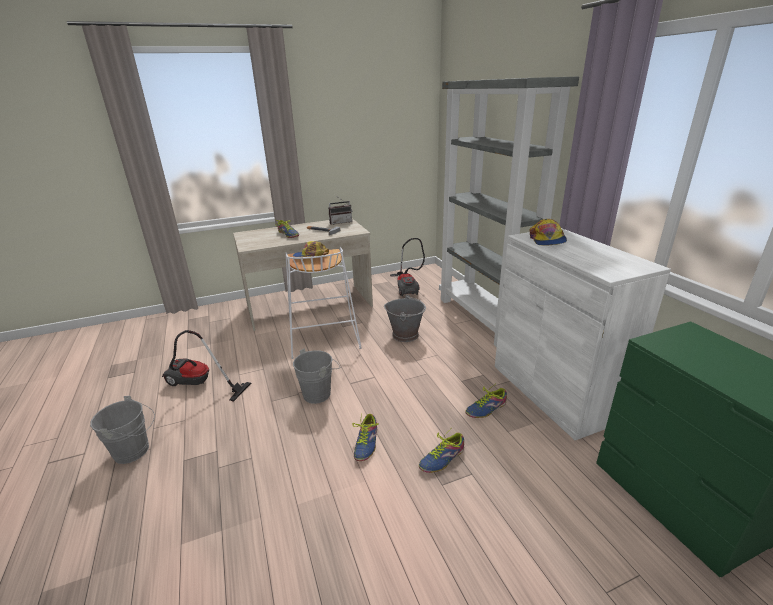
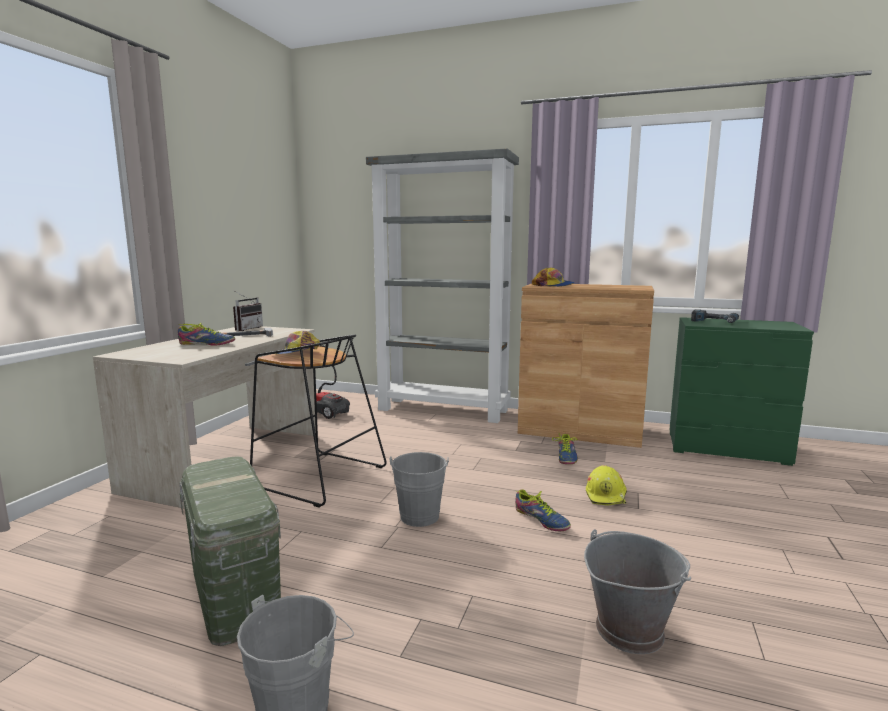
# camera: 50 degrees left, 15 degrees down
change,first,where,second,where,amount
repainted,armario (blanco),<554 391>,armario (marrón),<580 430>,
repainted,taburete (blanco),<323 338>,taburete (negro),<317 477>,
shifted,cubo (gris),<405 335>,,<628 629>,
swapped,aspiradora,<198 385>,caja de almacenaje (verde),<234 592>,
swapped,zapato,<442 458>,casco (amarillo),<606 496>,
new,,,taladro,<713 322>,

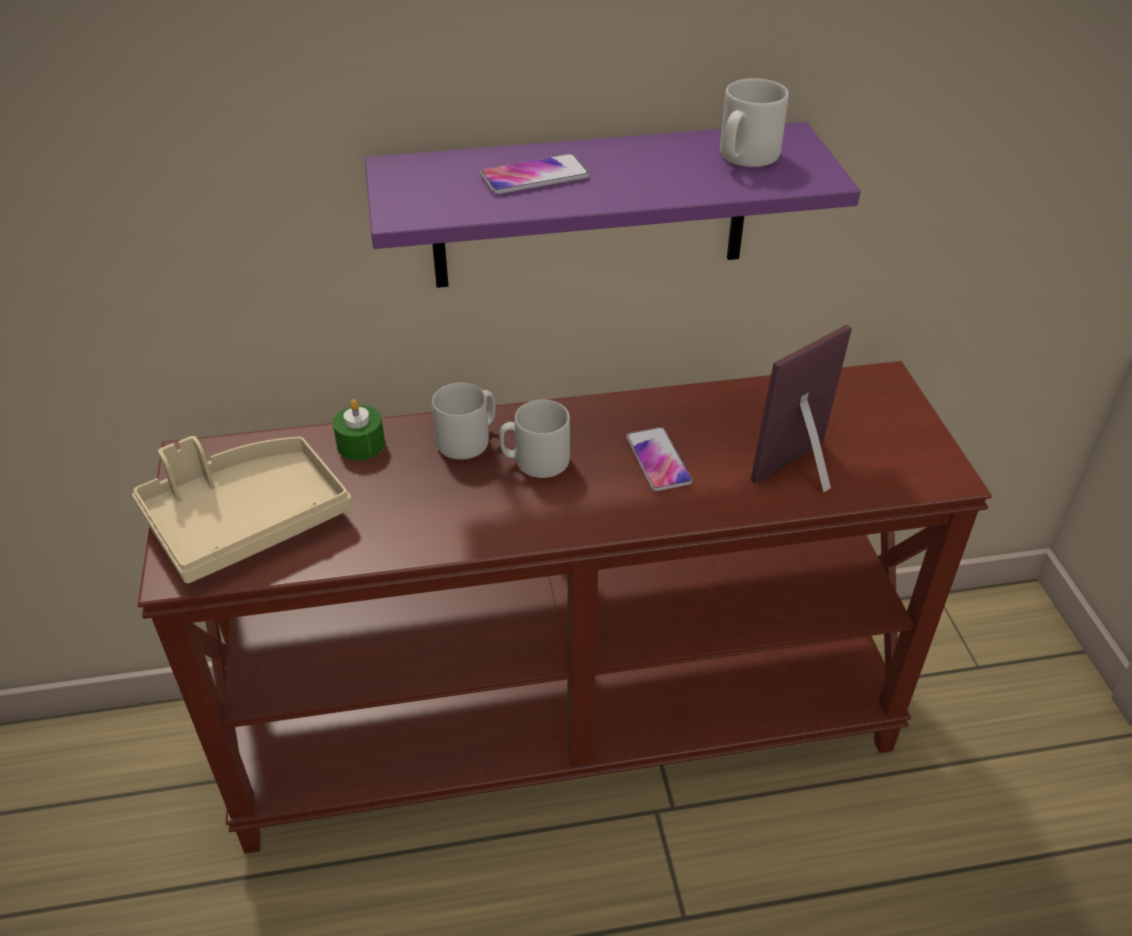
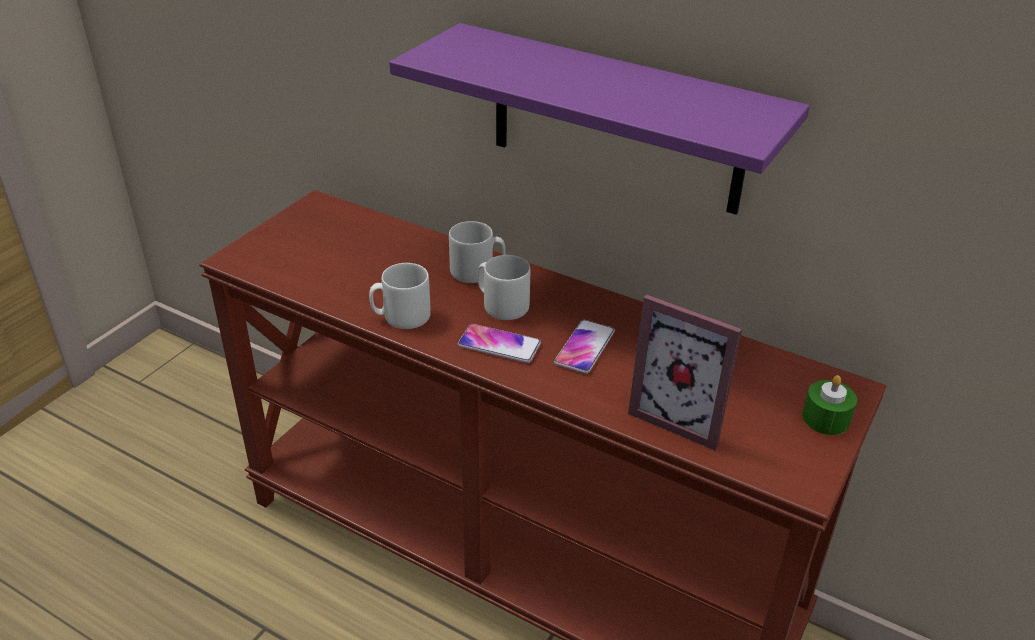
# camera: 40 degrees right, 5 degrees down
change,first,where,second,where,amount
shifted,taza grande (gris),<745 157>,,<401 317>,
shifted,móvil,<534 176>,,<499 344>,
rotated,portarretratos,<806 475>,,<682 416>,150 degrees counterclockwise
shifted,vela (verde),<361 444>,,<826 418>,
gone,bandeja (beis),<246 520>,,,

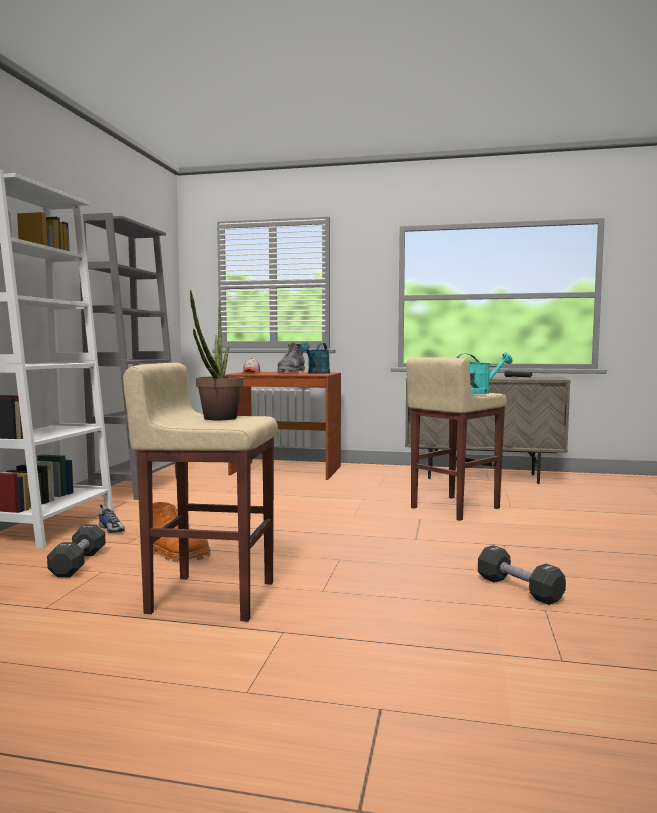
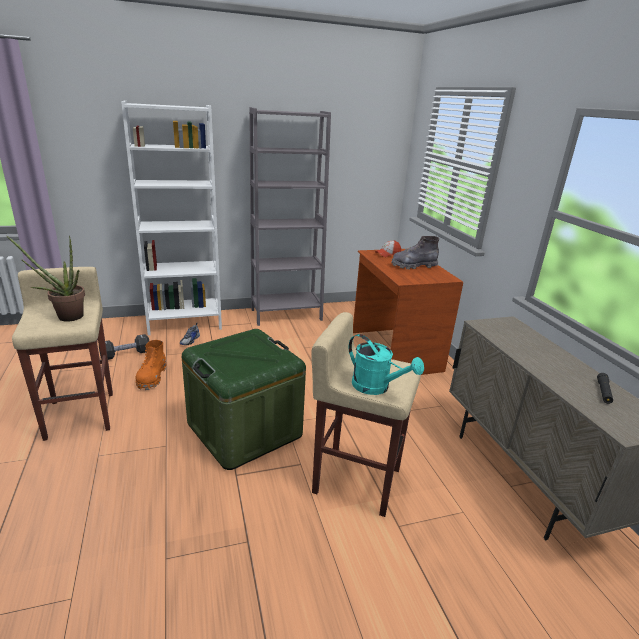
# camera: 60 degrees right, 20 degrees up
change,first,where,second,where,amount
gone,regadera (turquesa),<317 373>,,,
gone,mancuerna (negro),<519 589>,,,
new,,,caja de almacenaje (verde),<244 429>,

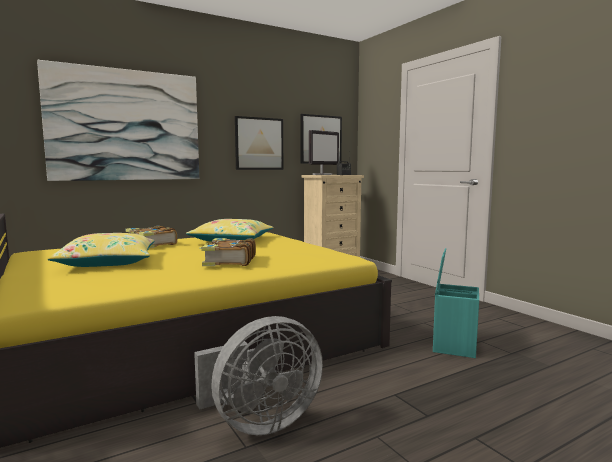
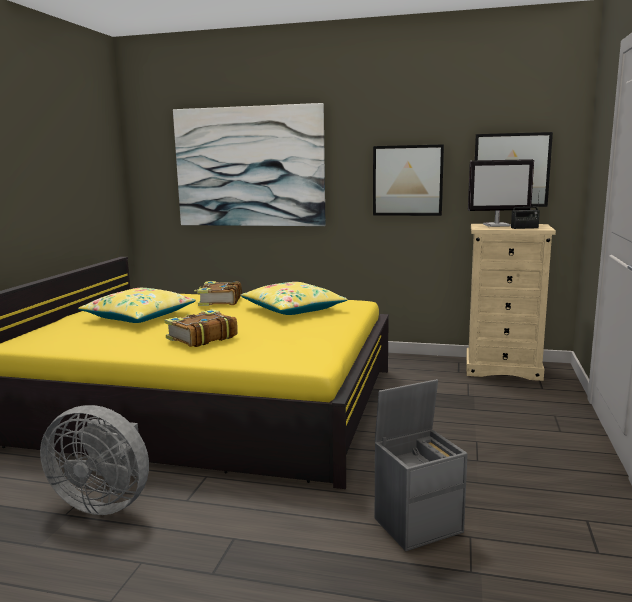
# camera: 45 degrees right, 5 degrees up
change,first,where,second,where,amount
repainted,caja de almacenaje (turquesa),<453 345>,caja de almacenaje (gris),<418 524>,

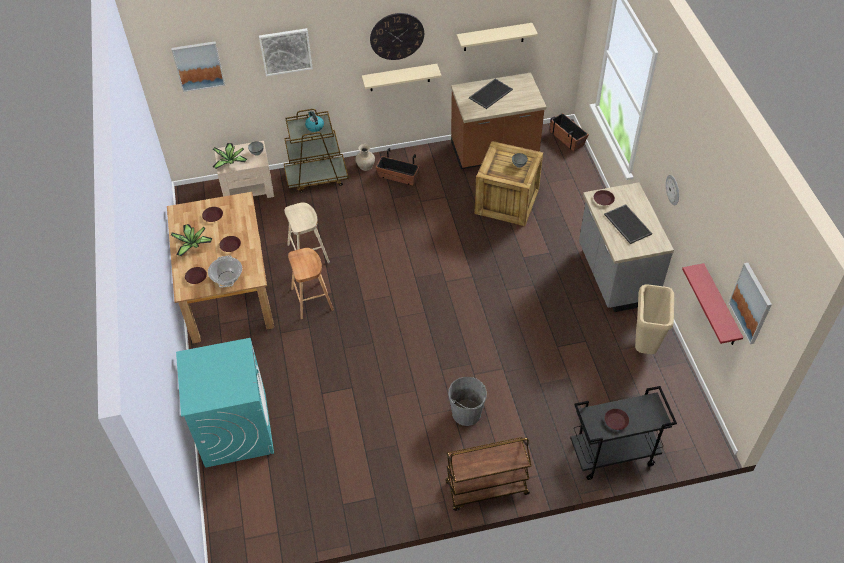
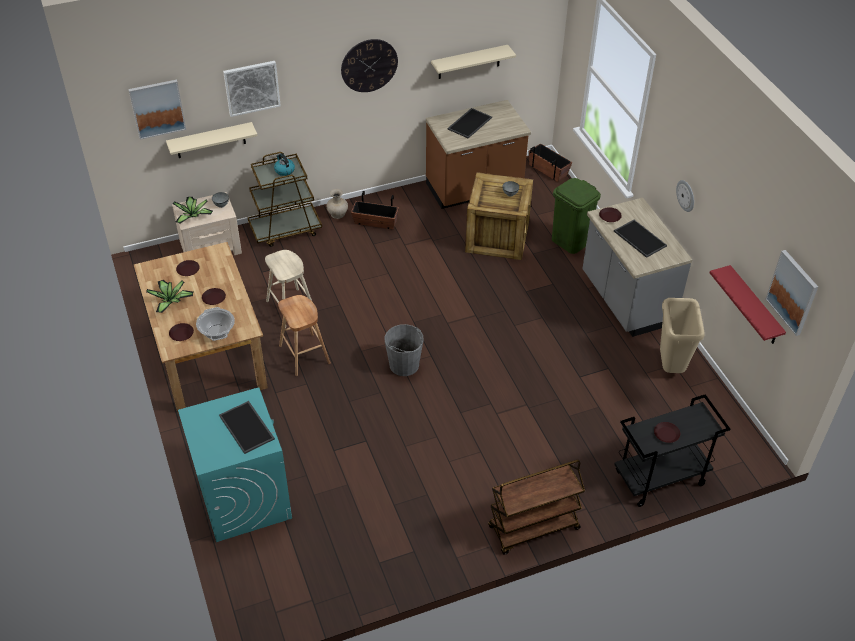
# camera: 10 degrees left, 5 degrees down
change,first,where,second,where,amount
shifted,estante (beis),<399 77>,,<210 140>,
shifted,cubo (gris),<466 413>,,<404 365>,
new,,,papelera (verde),<571 241>,
new,,,bandeja,<247 427>,

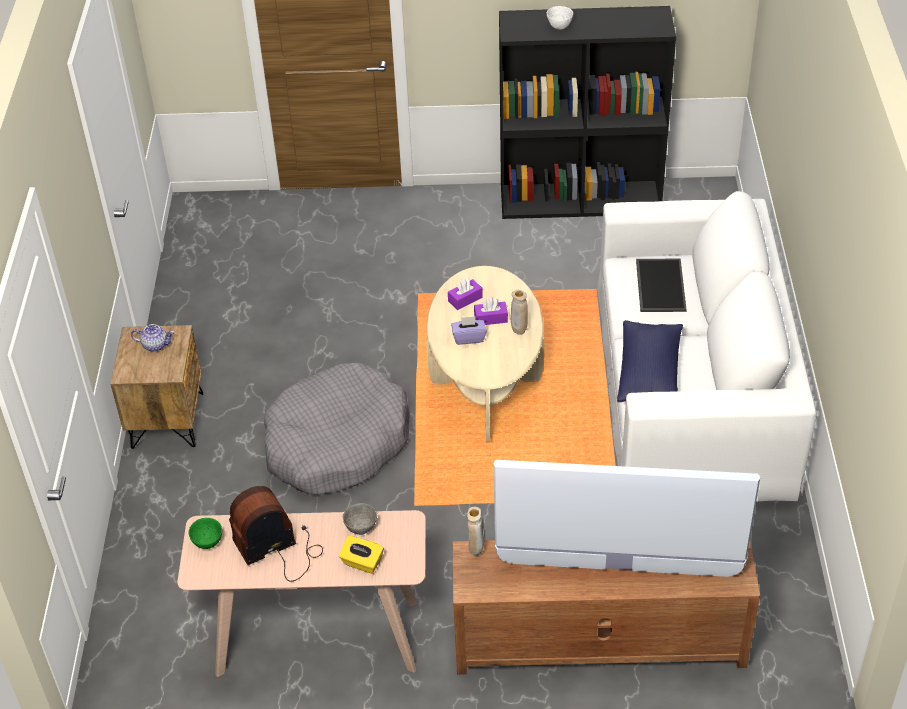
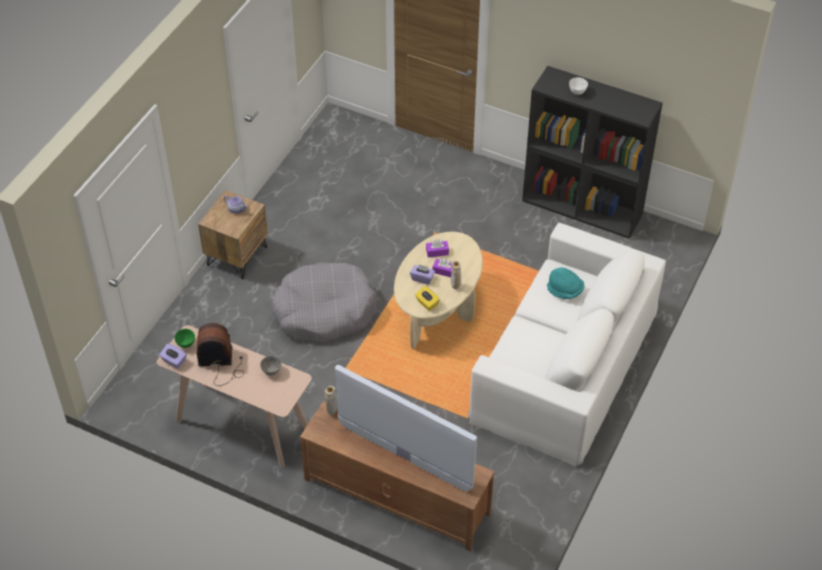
# camera: 25 degrees right, 5 degrees up
change,first,where,second,where,amount
swapped,bandeja,<659 285>,sombrero (turquesa),<565 291>,
gone,cojín (azul),<649 374>,,,
shifted,caja de pañuelos (amarillo),<362 562>,,<427 303>,
new,,,caja de pañuelos (morado),<173 361>,

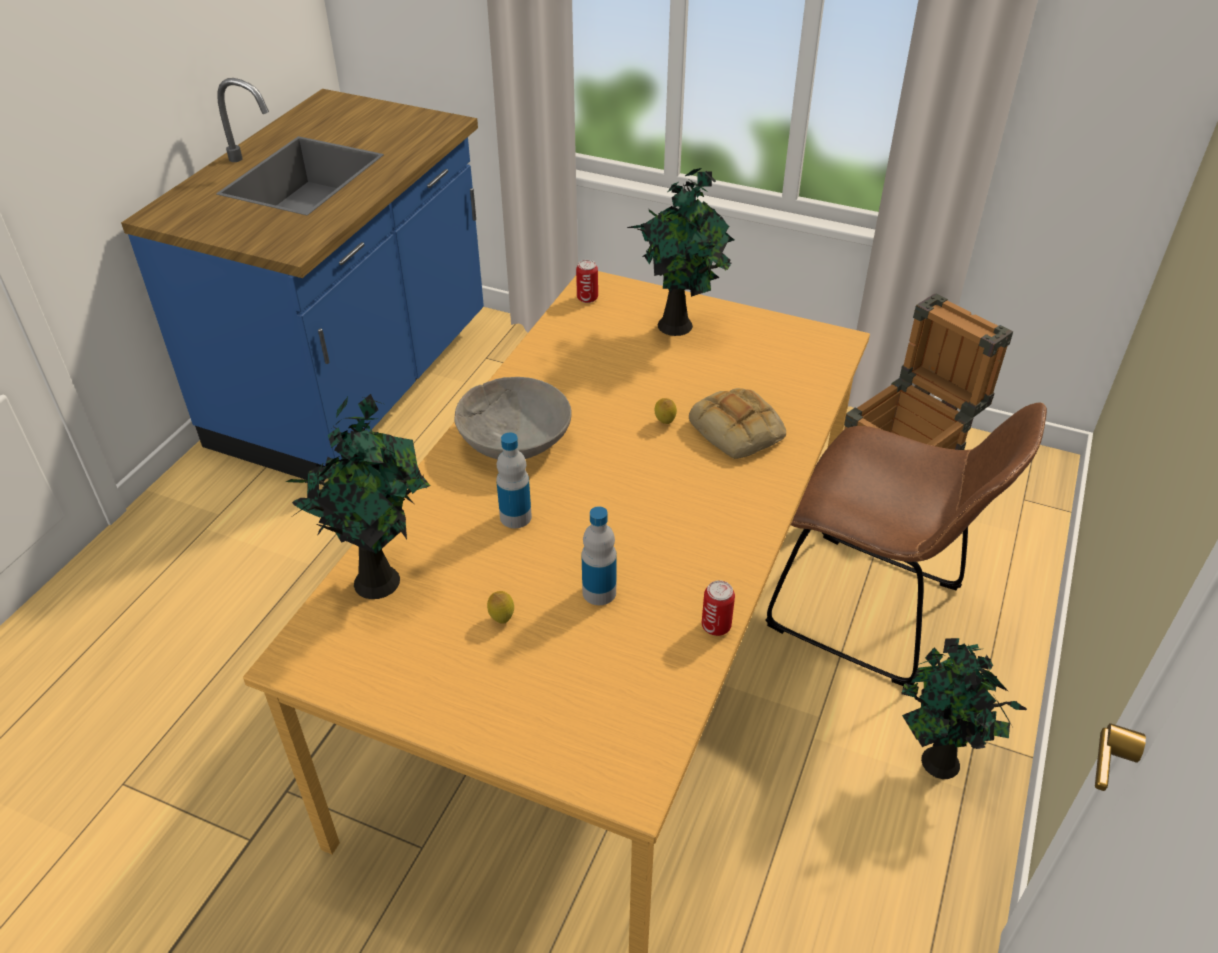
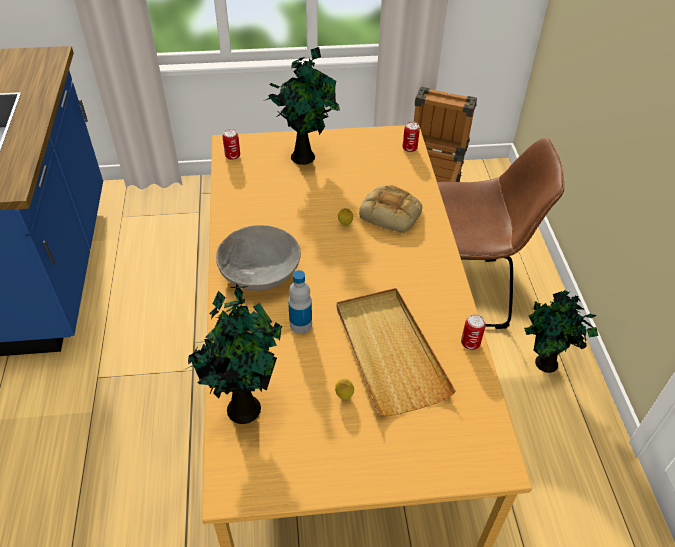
# camera: 30 degrees left, 5 degrees up
change,first,where,second,where,amount
swapped,botella,<599 592>,bandeja (beis),<389 352>,
new,,,lata,<409 148>,

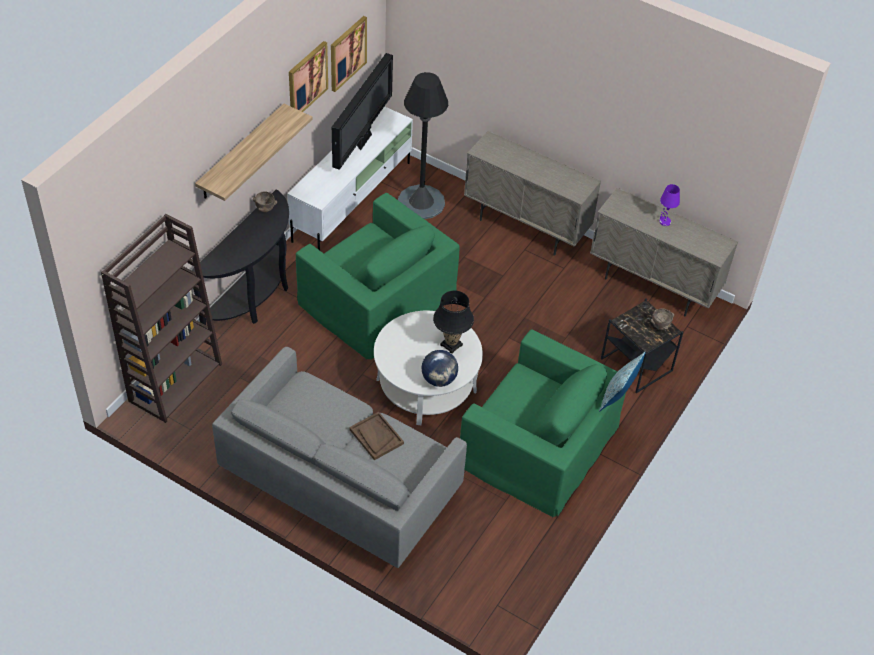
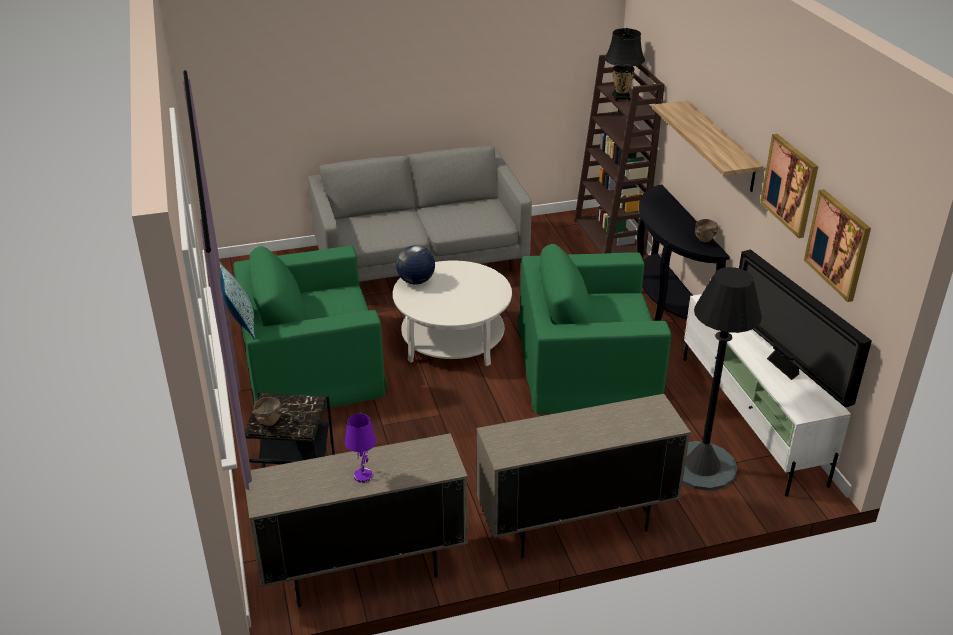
# camera: 135 degrees right, 15 degrees down
change,first,where,second,where,amount
shifted,lámpara de mesa (negro),<451 345>,,<621 97>,
gone,bandeja (marrón),<376 436>,,,

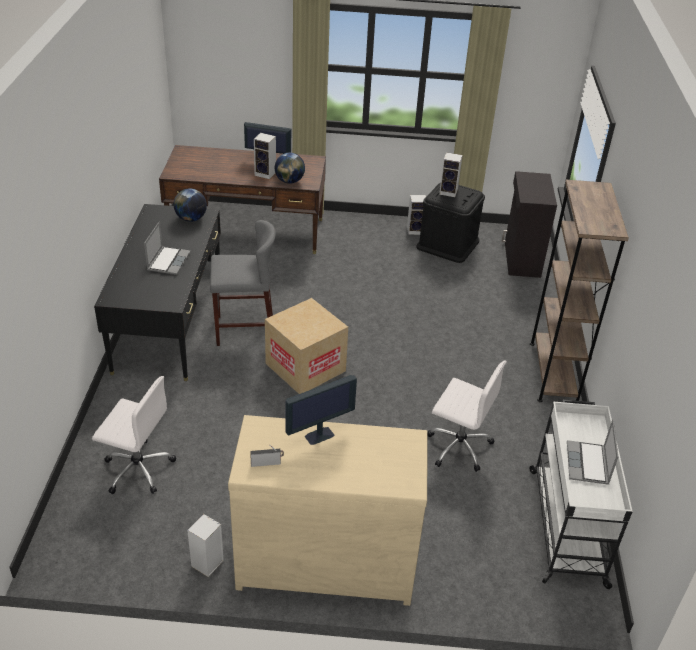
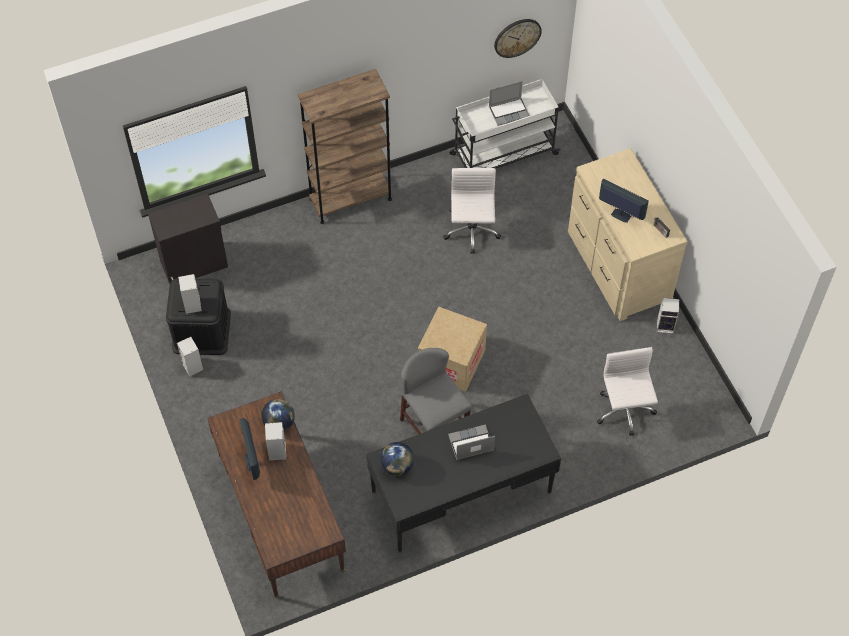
# camera: 115 degrees left, 20 degrees up
change,first,where,second,where,amount
new,,,reloj de pared,<517 37>,

